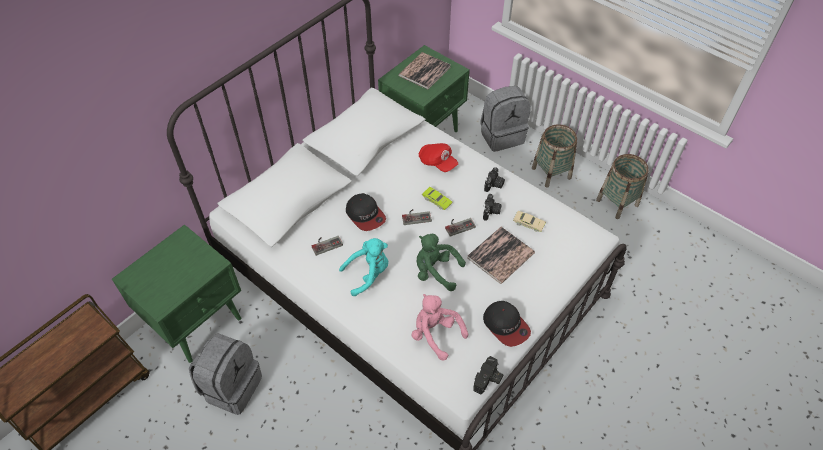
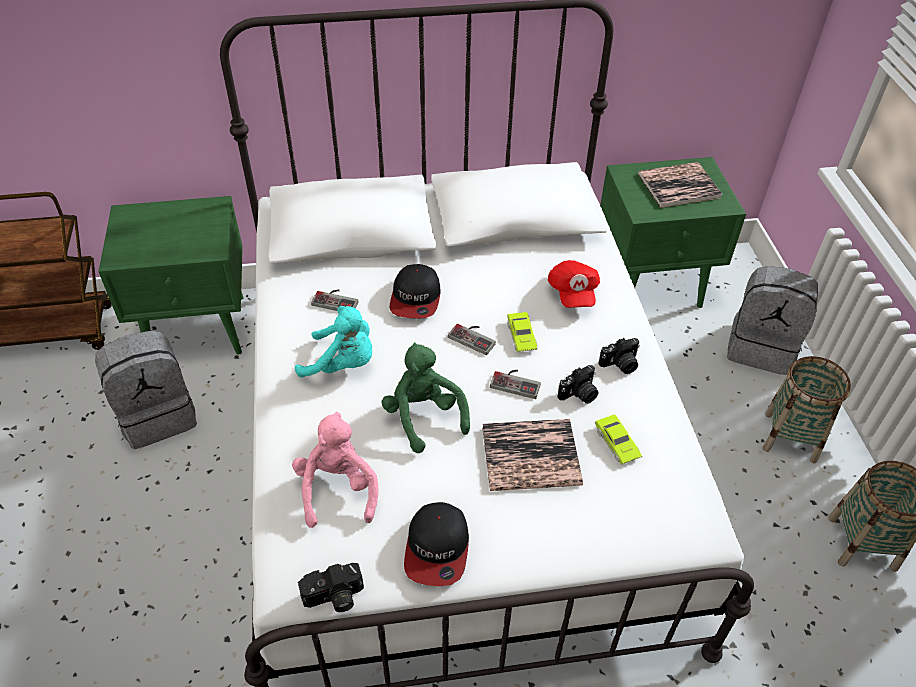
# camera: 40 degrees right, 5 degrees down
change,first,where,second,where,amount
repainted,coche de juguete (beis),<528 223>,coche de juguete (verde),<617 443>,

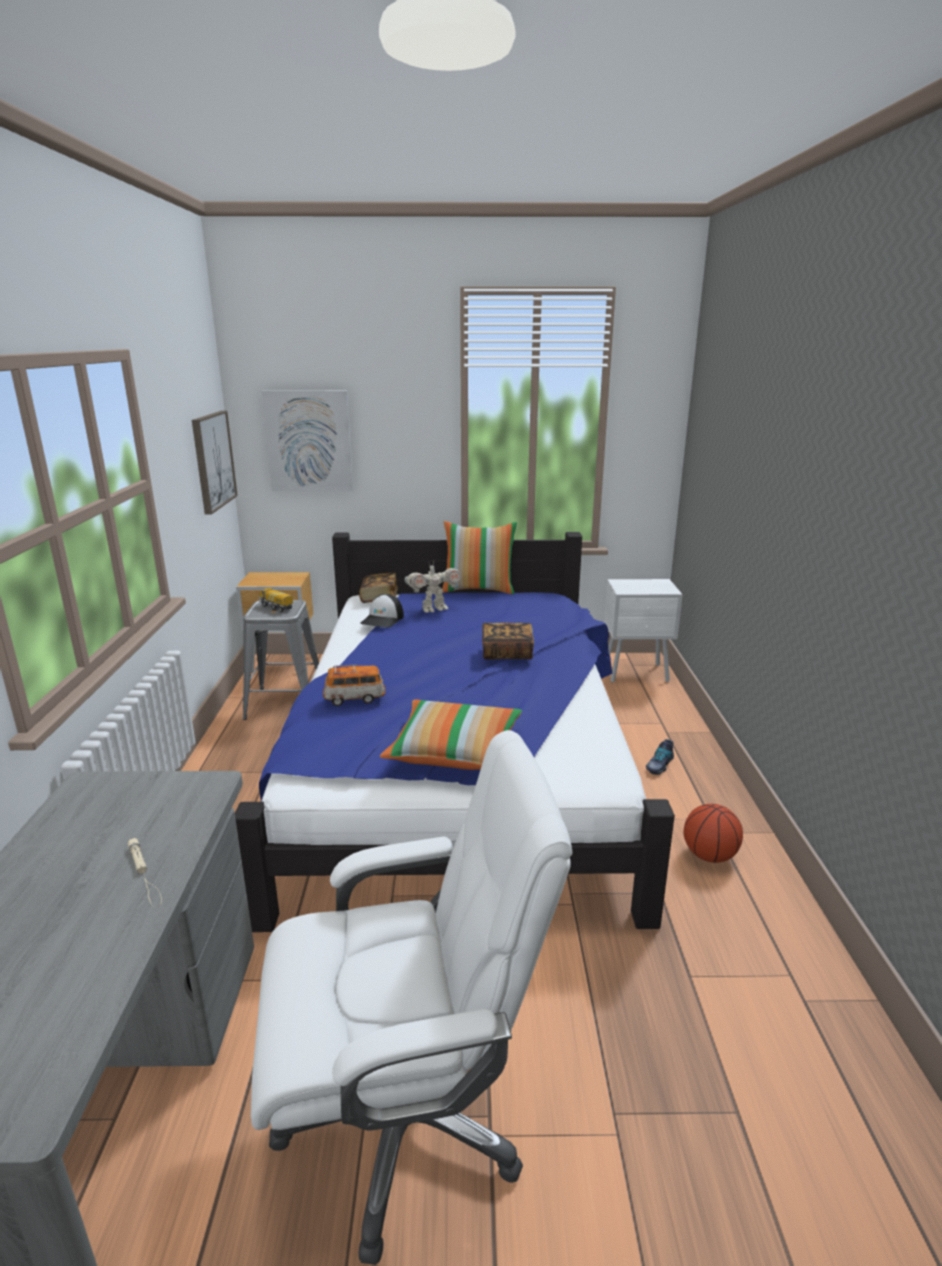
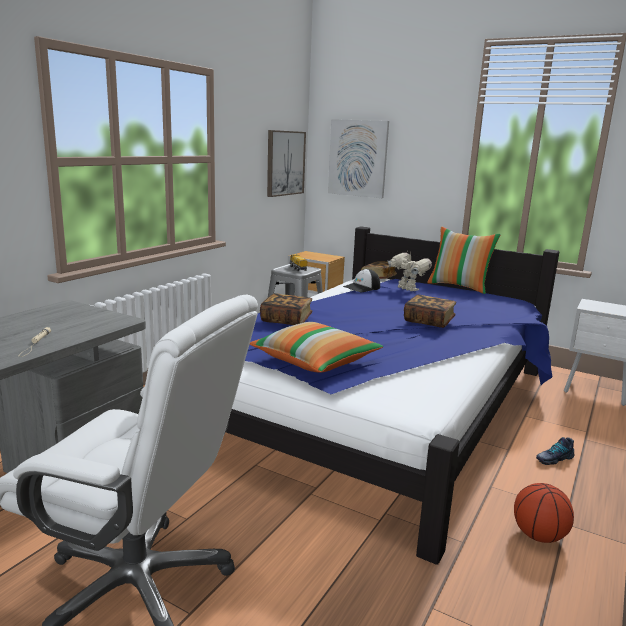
# camera: 30 degrees right, 5 degrees down
change,first,where,second,where,amount
rotated,robot de juguete,<433 609>,,<407 289>,135 degrees counterclockwise
swapped,coche de juguete,<355 698>,libro,<286 320>,

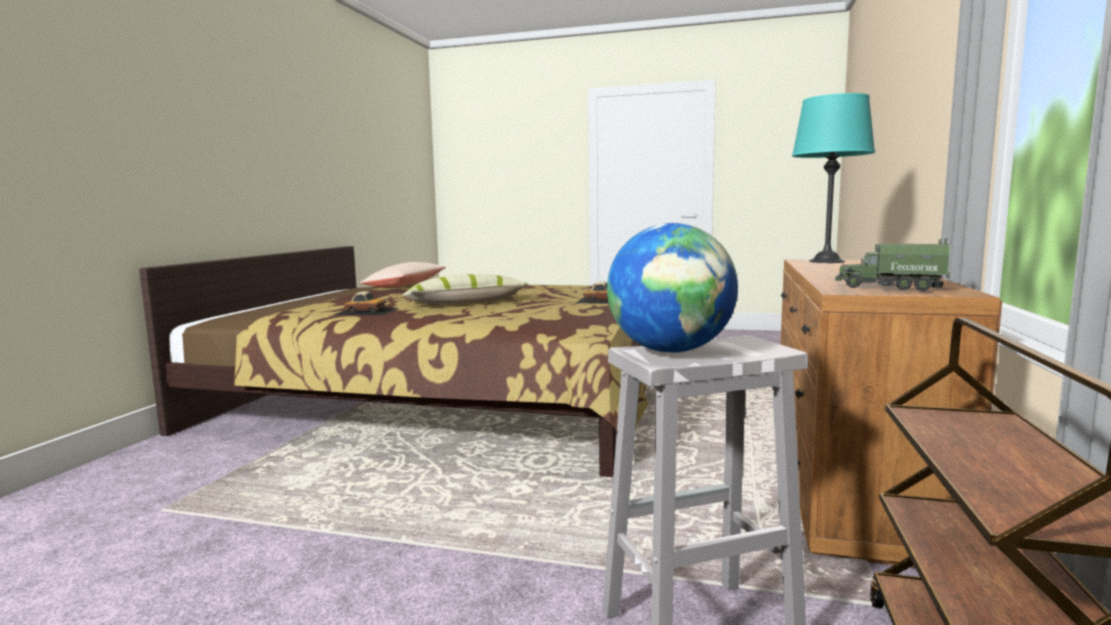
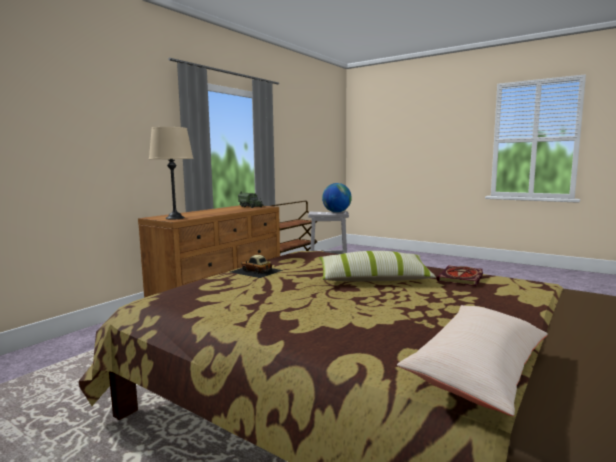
# camera: 160 degrees left, 0 degrees up
change,first,where,second,where,amount
repainted,lámpara de mesa (turquesa),<826 261>,lámpara de mesa (beis),<175 218>,
swapped,coche de juguete,<366 311>,libro,<461 278>,

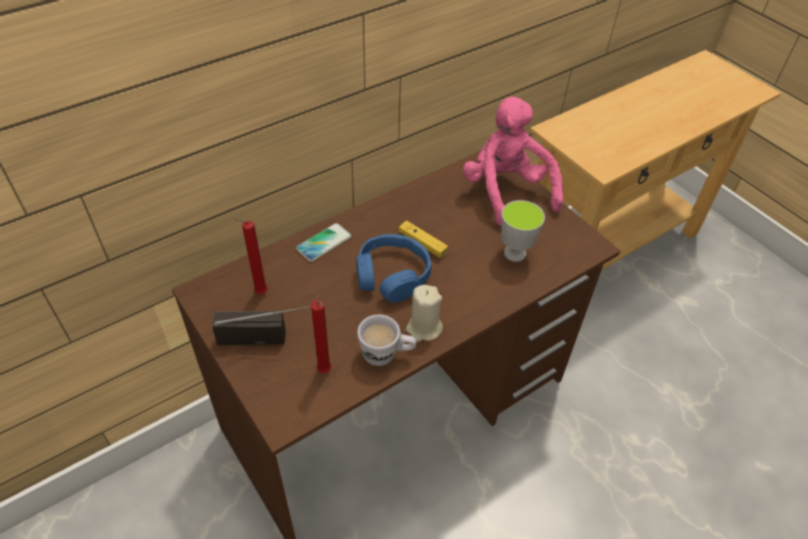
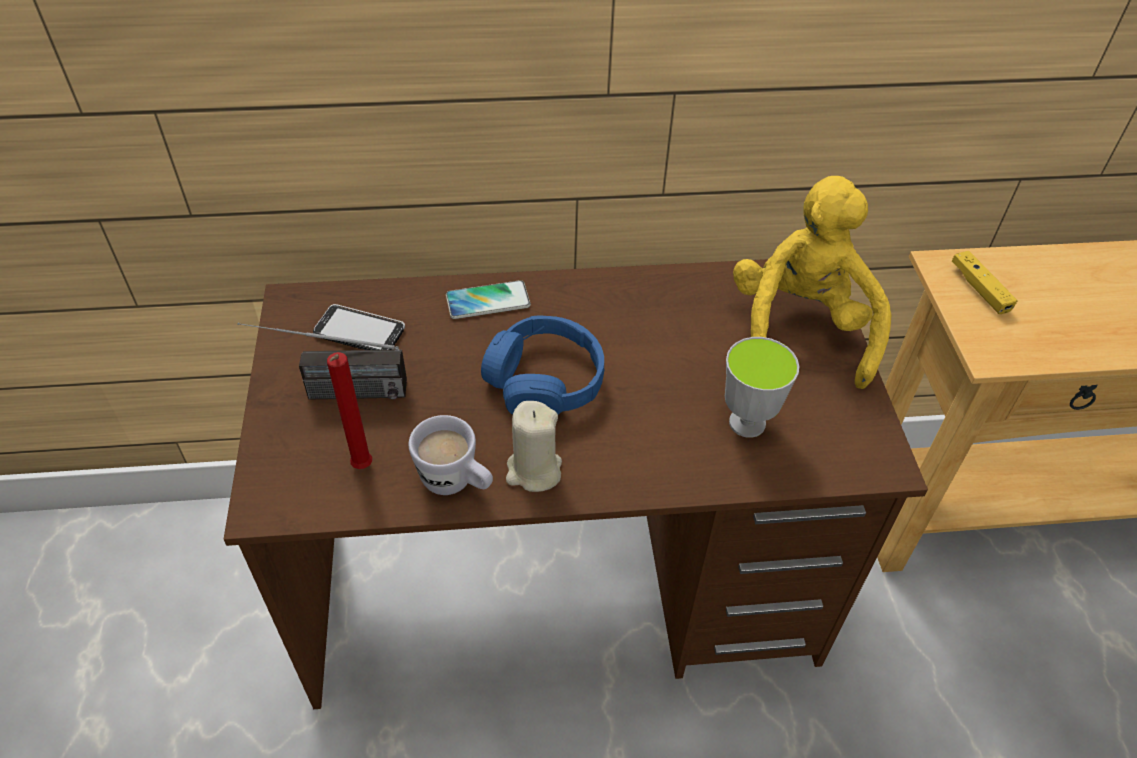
# camera: 30 degrees right, 0 degrees up
change,first,where,second,where,amount
repainted,peluche (rosa),<506 192>,peluche (amarillo),<800 331>,
swapped,vela (rojo),<259 293>,móvil,<359 332>,
shifted,mando de consola (amarillo),<422 243>,,<979 288>,
rotated,radio,<270 336>,,<331 392>,150 degrees clockwise

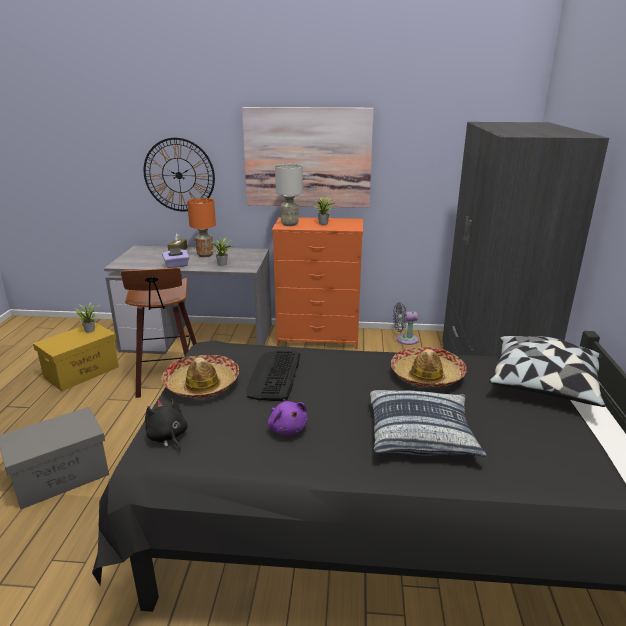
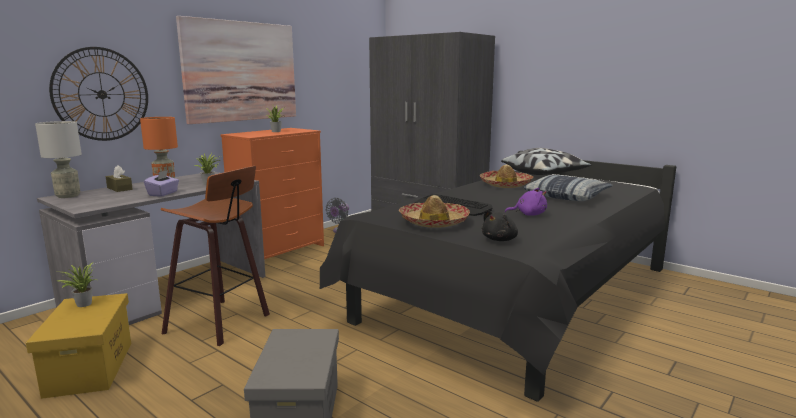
# camera: 55 degrees left, 10 degrees down
change,first,where,second,where,amount
shifted,lámpara de mesa (gris),<289 224>,,<68 196>,
rotated,peluche (negro),<168 437>,,<500 239>,45 degrees counterclockwise

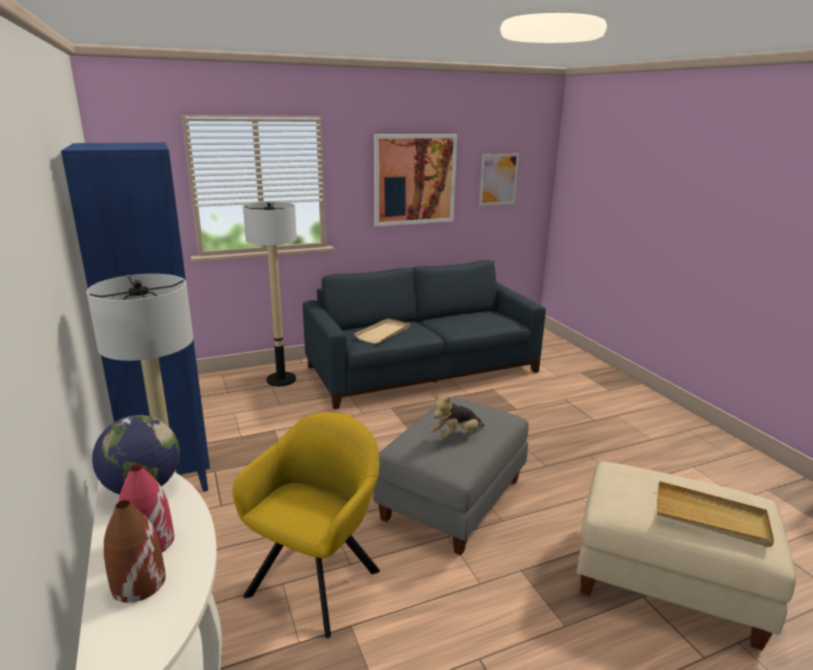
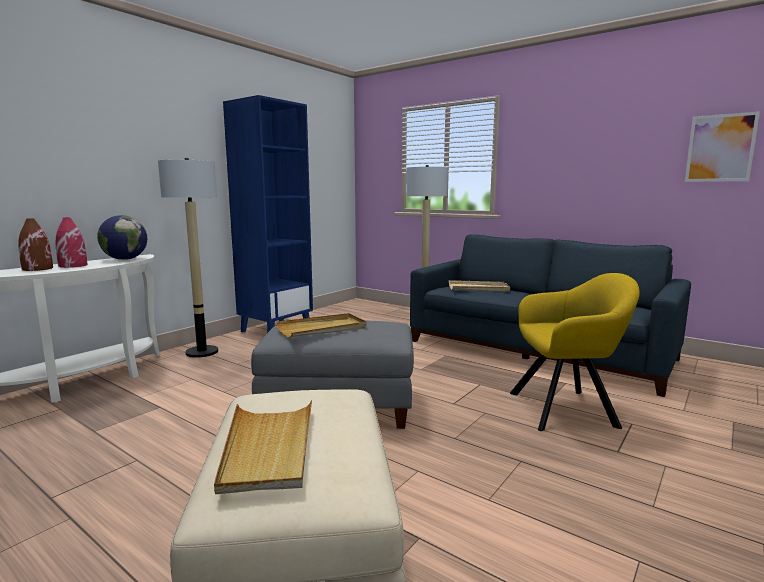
# camera: 60 degrees right, 10 degrees down
change,first,where,second,where,amount
gone,cuadro,<414 179>,,,
swapped,peluche,<456 436>,bandeja (beis),<322 329>,
shifted,sillón (amarillo),<318 577>,,<568 409>,

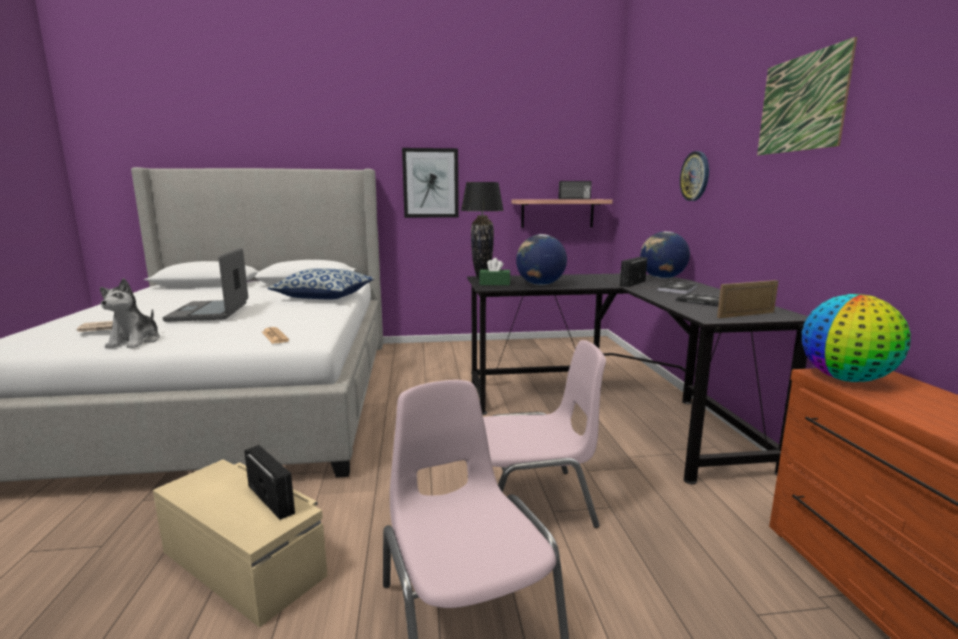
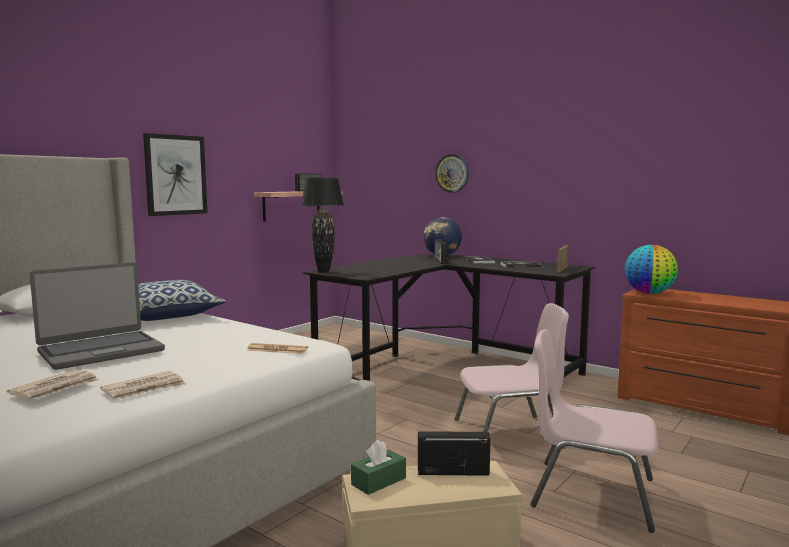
# camera: 45 degrees left, 5 degrees down
change,first,where,second,where,amount
gone,cuadro,<802 103>,,,
gone,globo terráqueo,<540 284>,,,
rotated,portátil,<210 312>,,<101 351>,75 degrees counterclockwise
shifted,caja de pañuelos (verde),<494 283>,,<378 481>,
swapped,peluche,<135 341>,periódico,<145 389>,
rotated,silla (rosa),<531 502>,,<510 434>,45 degrees clockwise

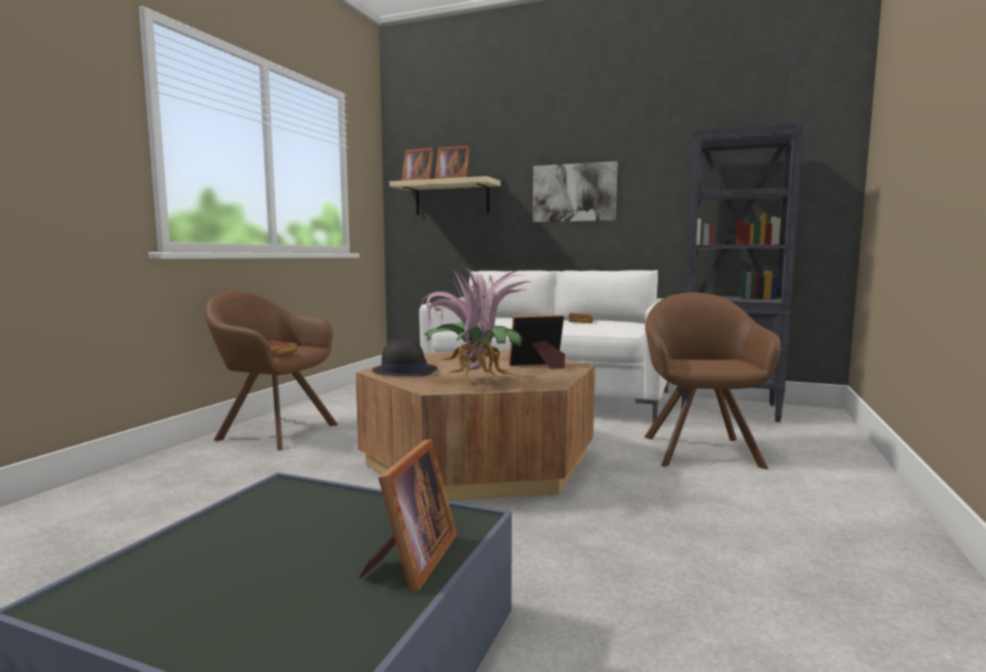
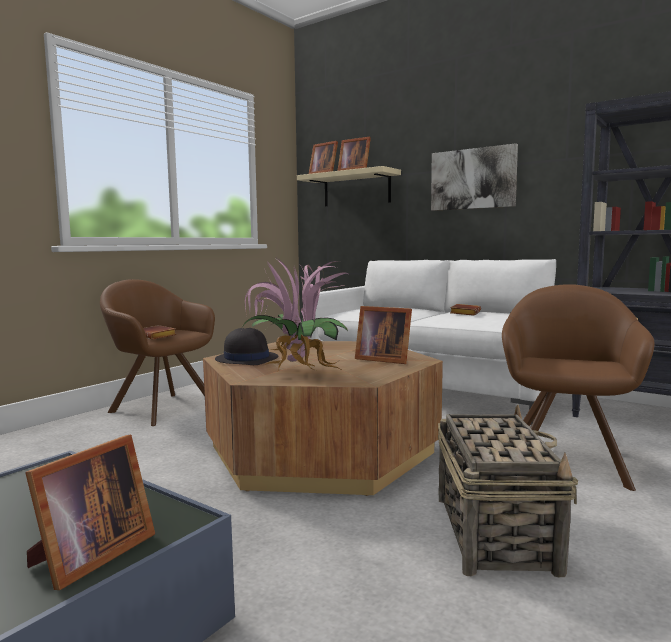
# camera: 15 degrees right, 0 degrees up
change,first,where,second,where,amount
rotated,portarretratos,<539 366>,,<382 359>,150 degrees counterclockwise
new,,,cesta,<494 531>,

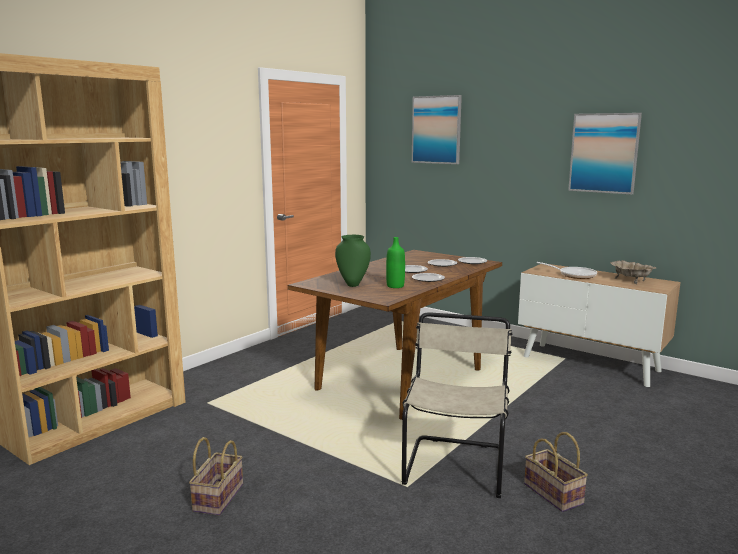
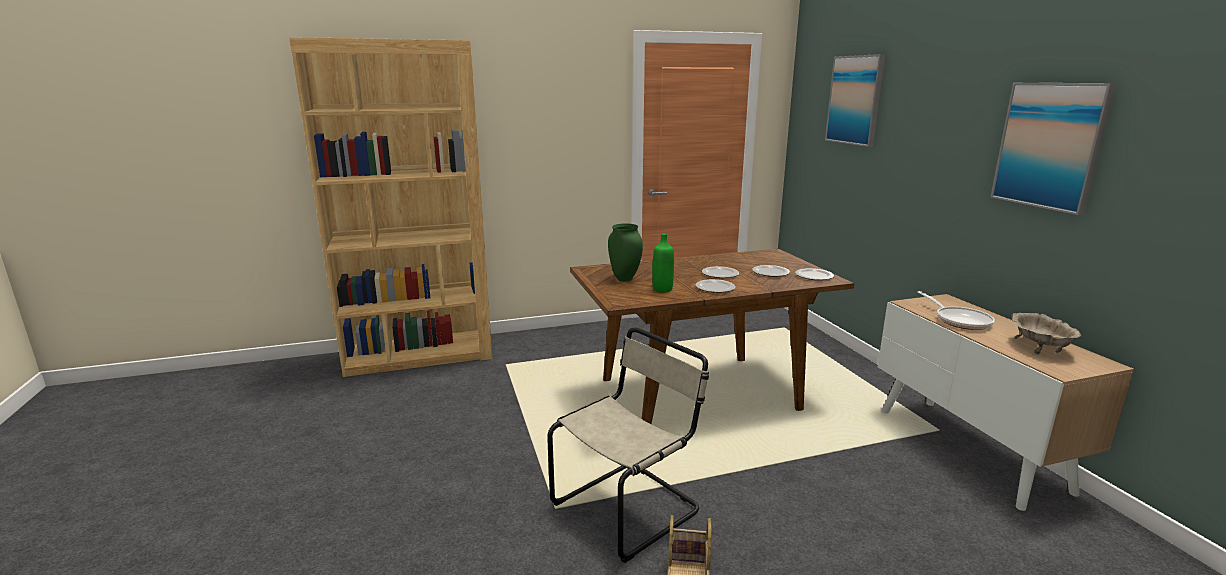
# camera: 35 degrees right, 5 degrees up
change,first,where,second,where,amount
gone,cesta,<218 496>,,,

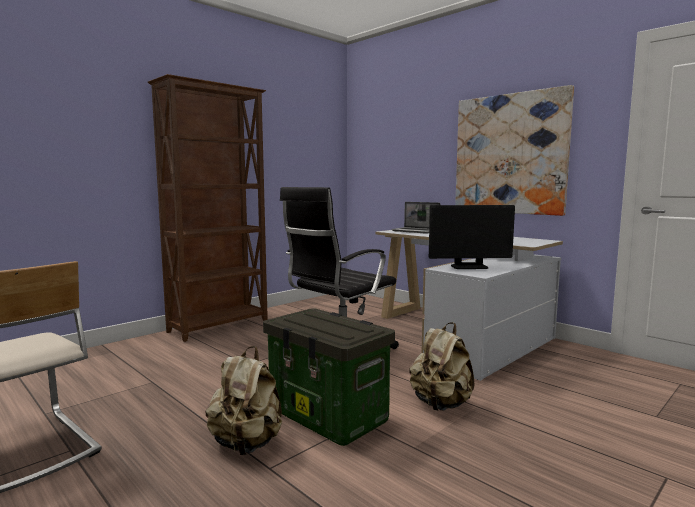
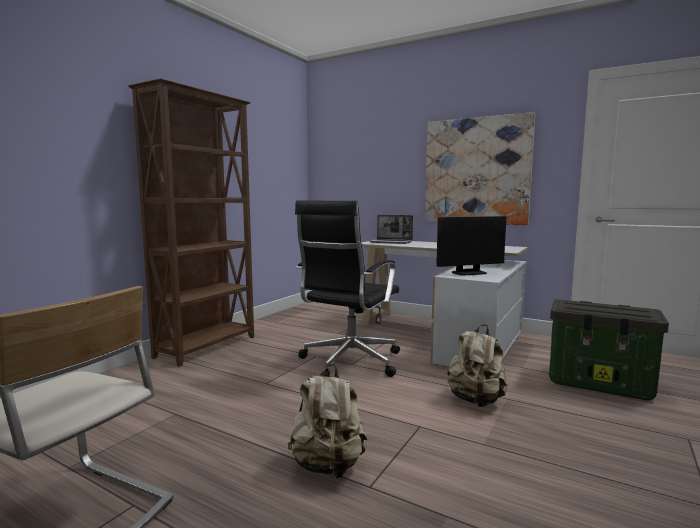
# camera: 15 degrees left, 0 degrees up
change,first,where,second,where,amount
shifted,caja de almacenaje,<329 416>,,<600 383>,

